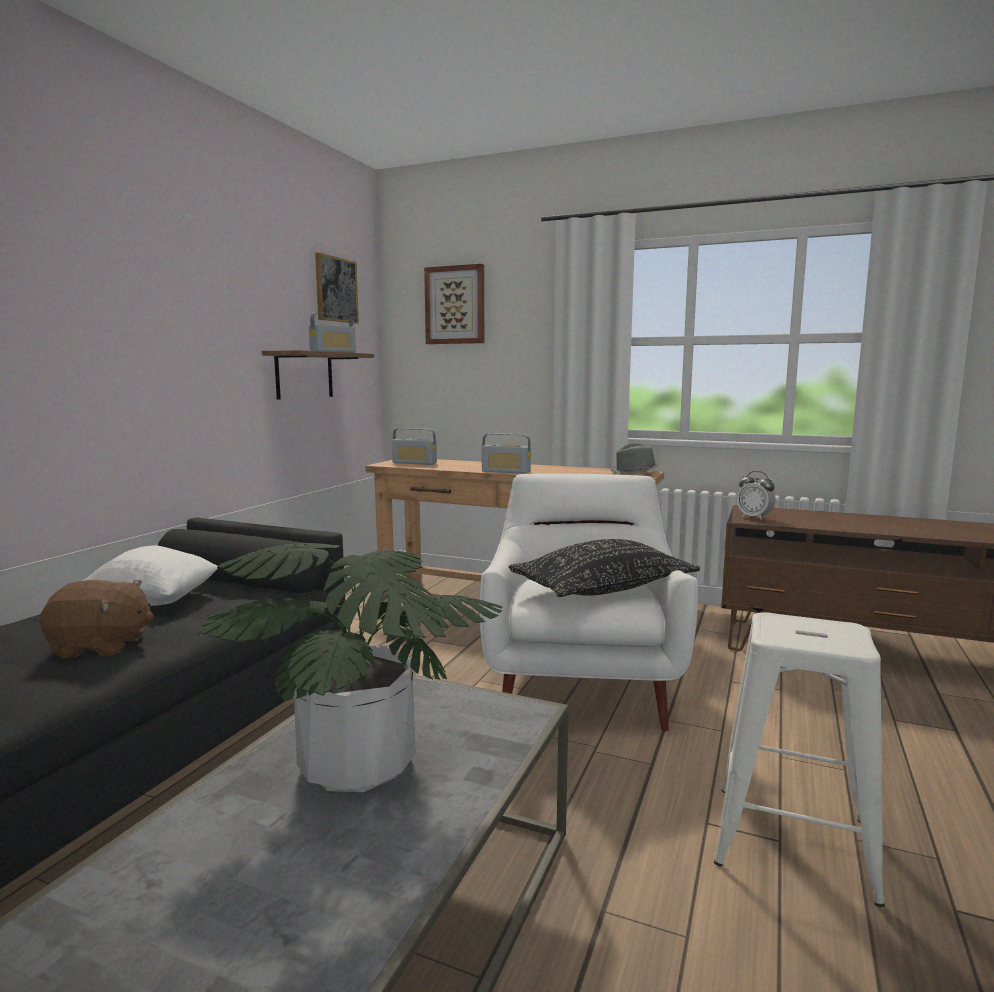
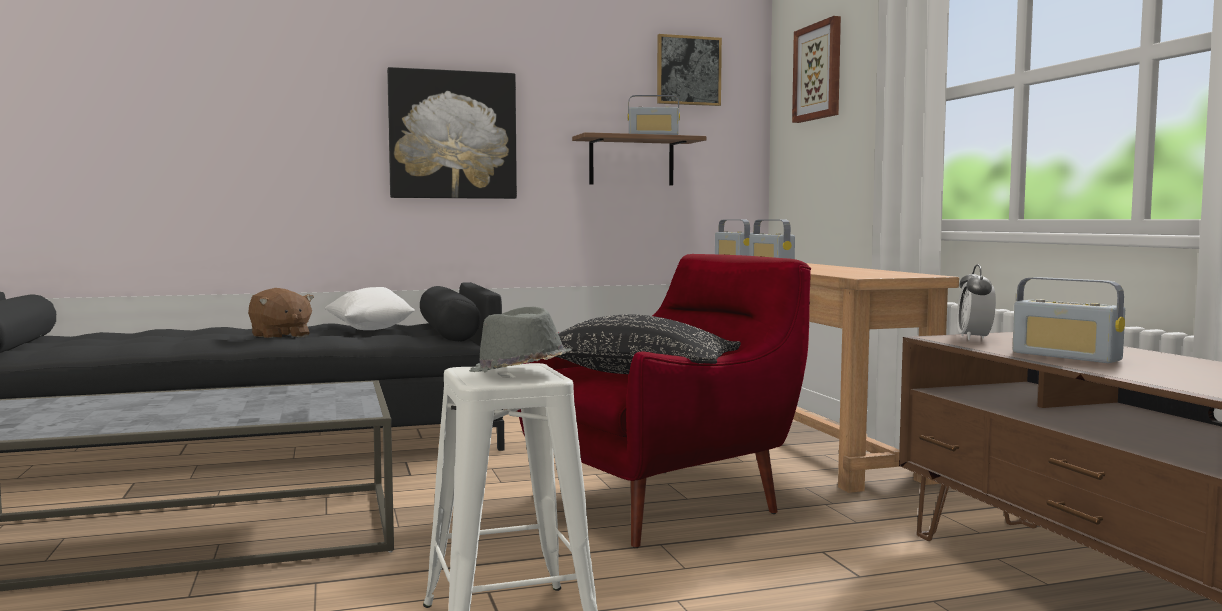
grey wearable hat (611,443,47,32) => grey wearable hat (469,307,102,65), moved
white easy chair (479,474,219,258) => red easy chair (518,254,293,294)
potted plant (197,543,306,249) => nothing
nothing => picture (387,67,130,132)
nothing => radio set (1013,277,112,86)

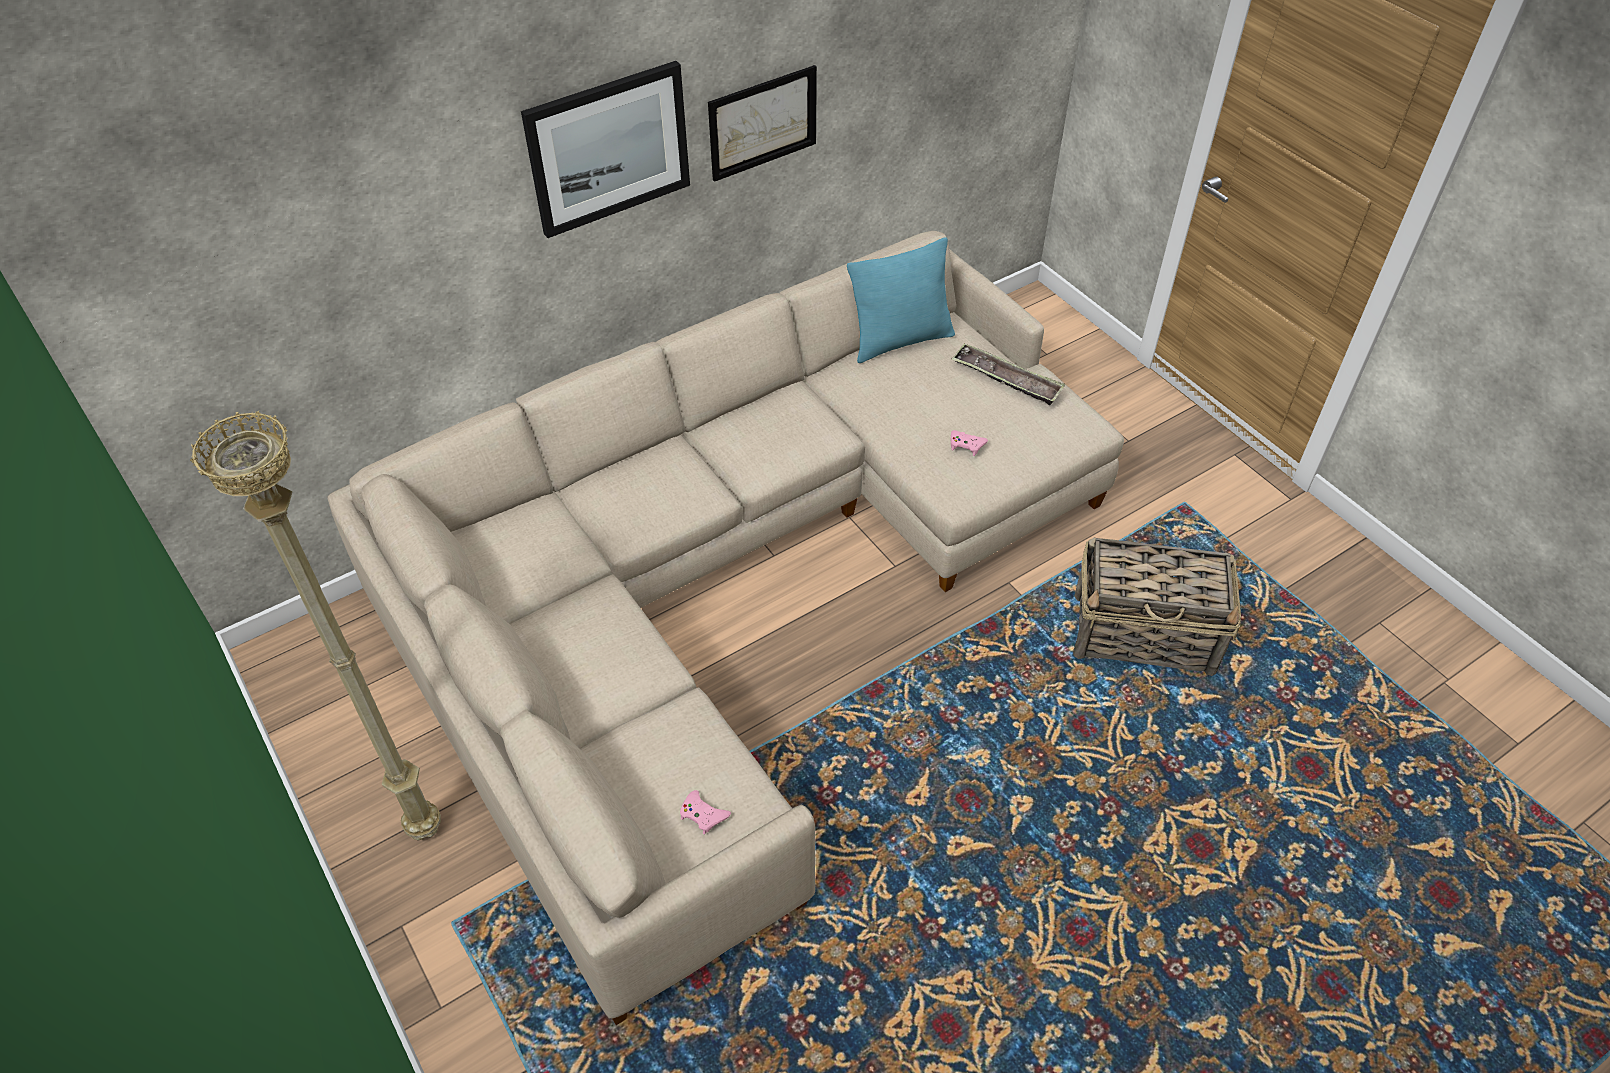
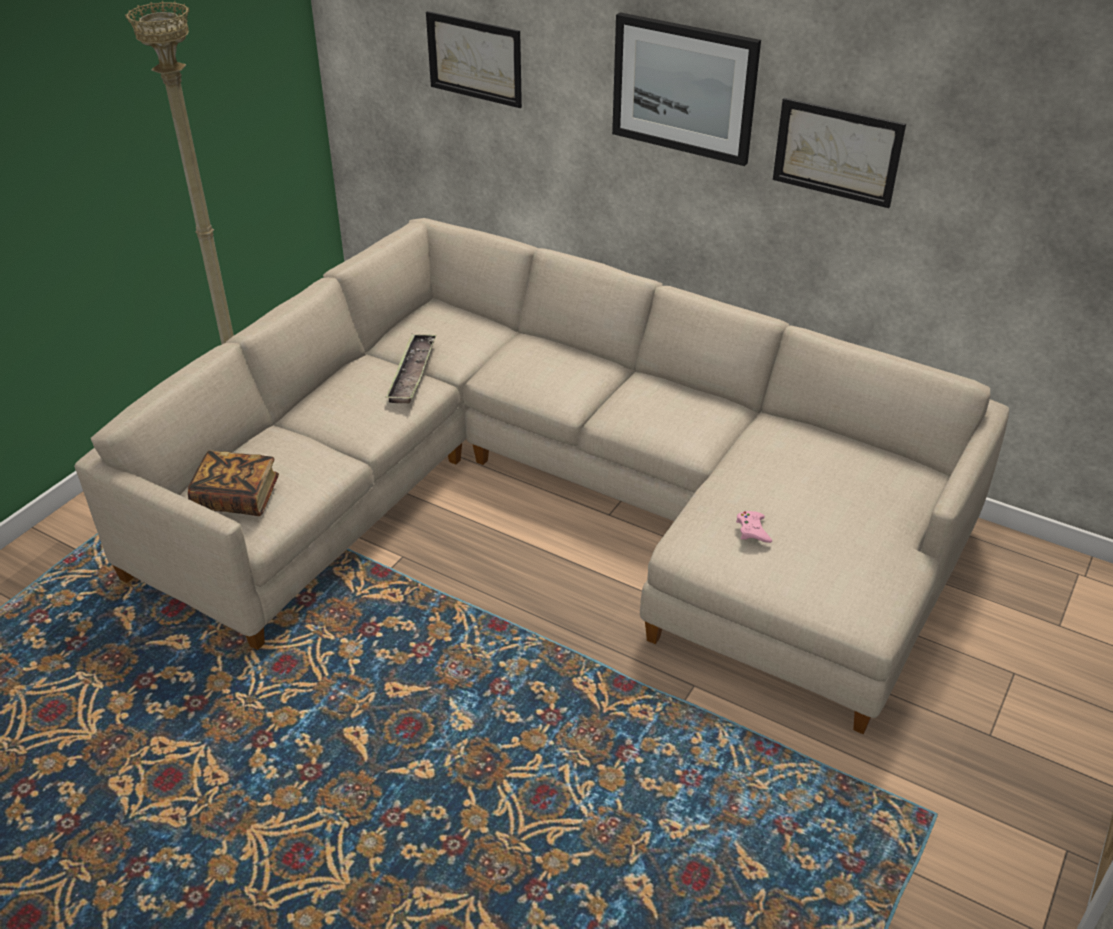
turquoise cushion (847,237,108,126) => nothing
carrying tray (951,343,114,62) => carrying tray (386,334,51,70), moved
basket (1073,538,168,138) => nothing
pink-coloured joypad (680,790,51,44) => volume (188,450,91,66)
nothing => picture (426,11,96,97)

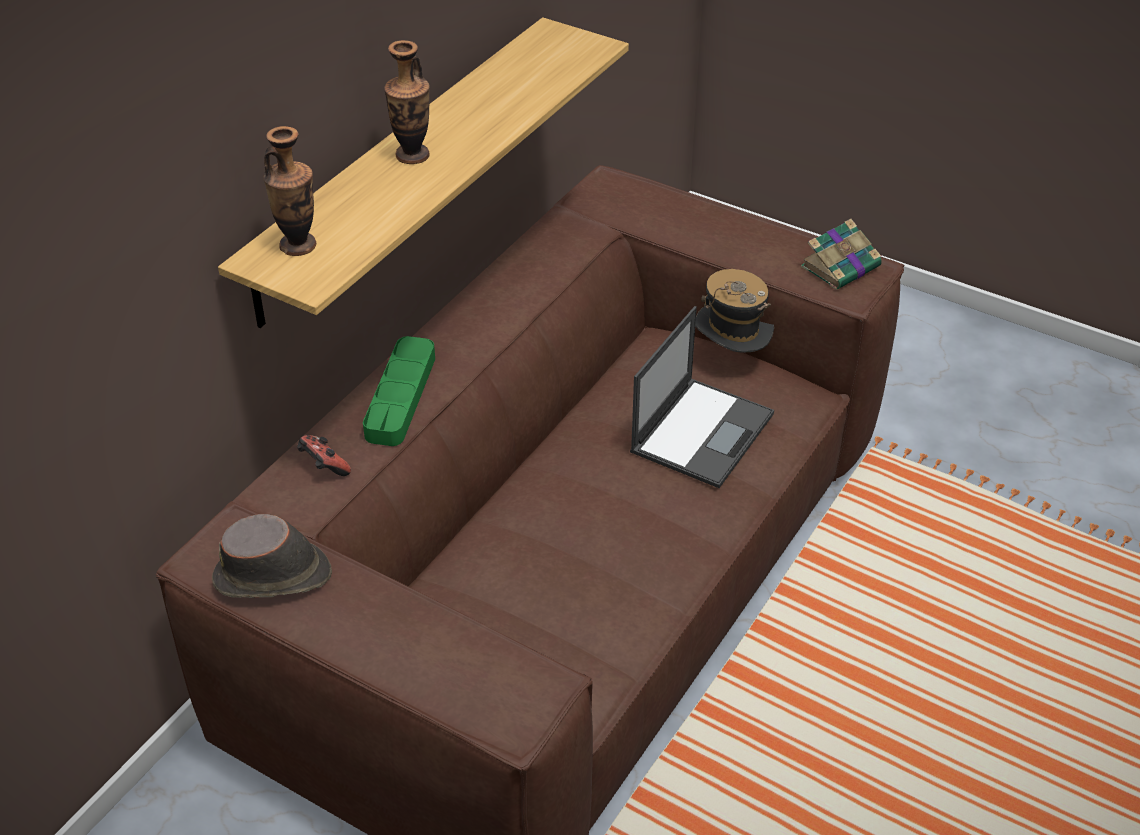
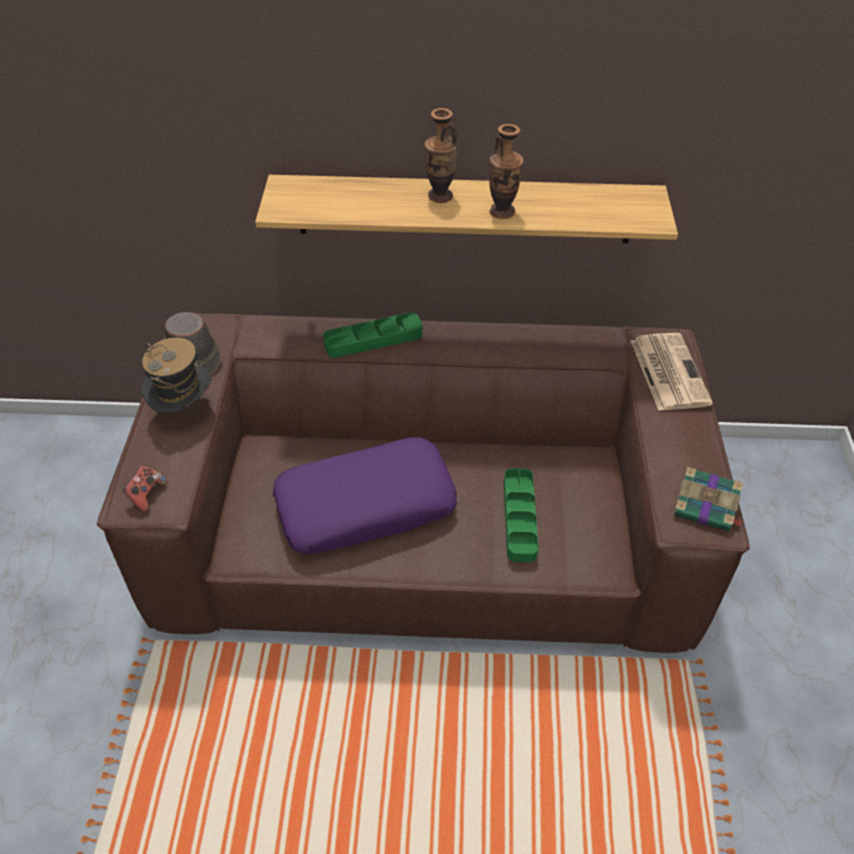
flower vase (263,126,53,130) => flower vase (489,124,35,95), moved
wearable hat (695,269,79,83) => wearable hat (142,337,70,76), moved
laptop (630,306,144,182) => green-coloured carrying tray (504,468,35,94)
joypad (297,435,54,41) => joypad (123,466,44,47), moved
nothing => printed paper (631,333,82,78)
nothing => purple-coloured cushion (273,437,184,117)

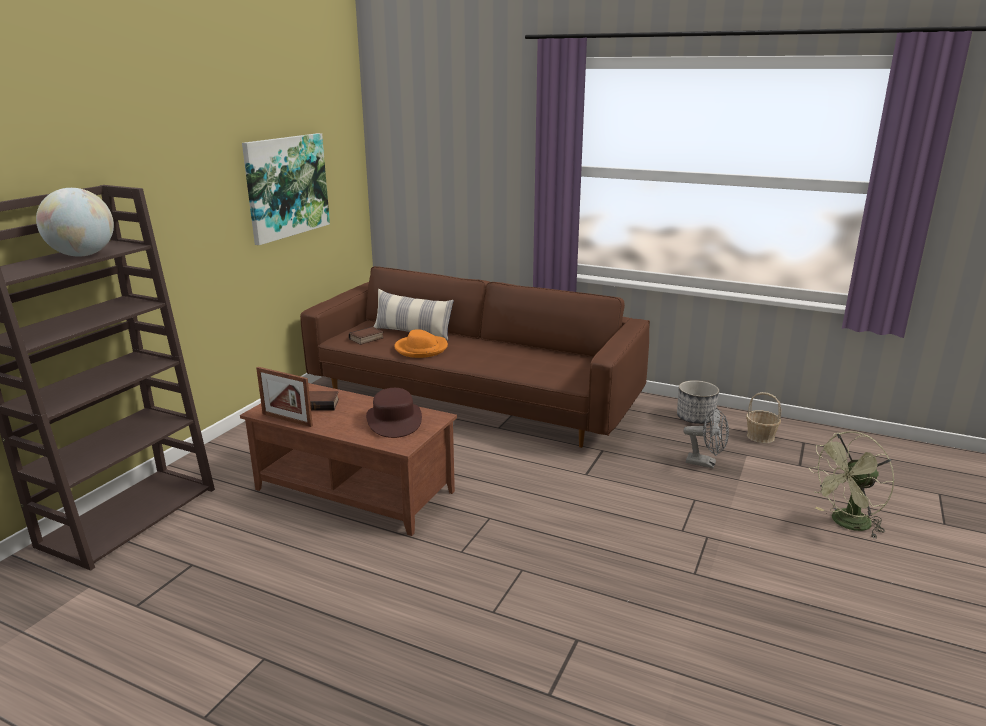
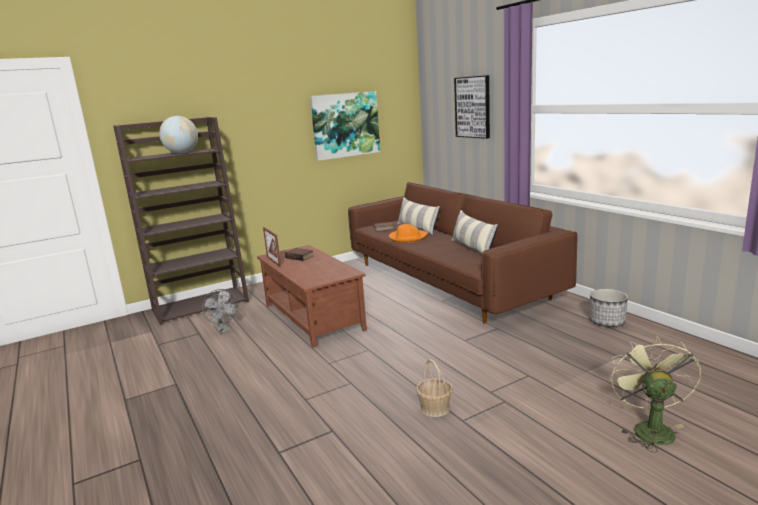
brown wearable hat (366,388,56,50) => nothing
basket (746,392,35,51) => basket (416,359,37,58), moved
grey electric fan (683,407,46,61) => grey electric fan (202,289,36,45), moved
green-coloured electric fan (809,431,85,108) => green-coloured electric fan (609,335,92,118), 90 degrees clockwise
nothing => picture (454,75,36,64)
nothing => cushion (452,210,46,44)

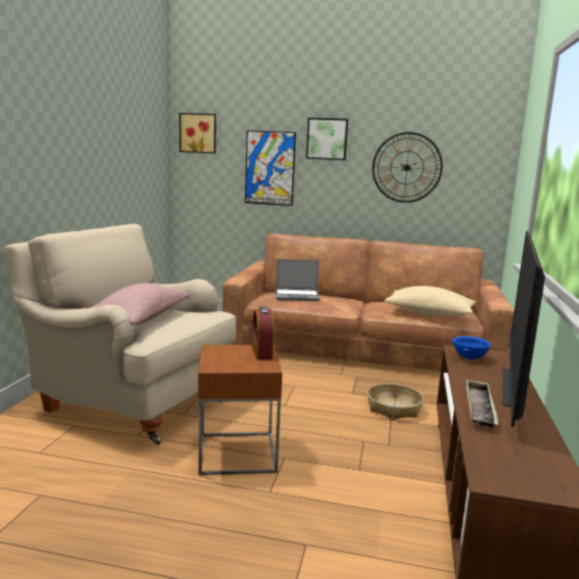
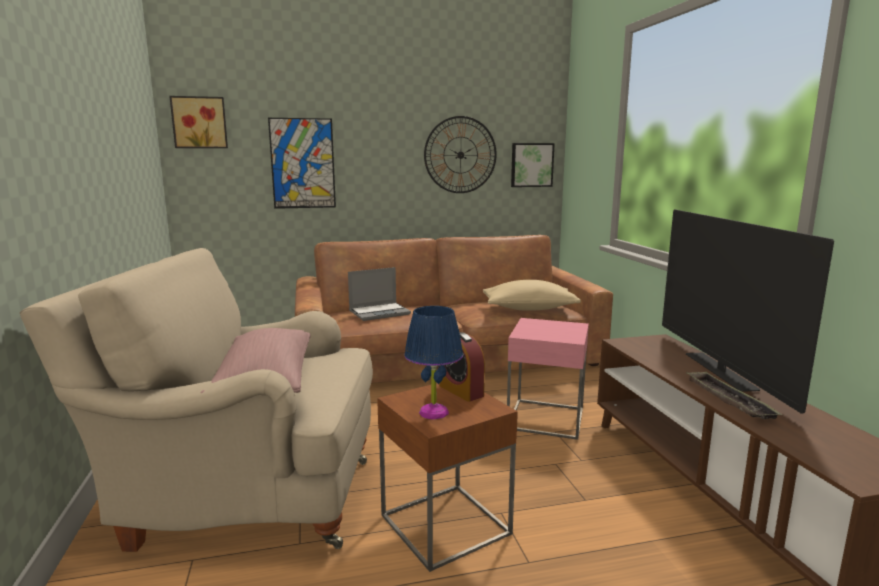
picture (306,118,42,42) => picture (511,143,44,44), moved
blue-coloured bowl (453,336,38,23) => nothing
basket (367,383,57,37) => pink-coloured side table (507,318,82,122)
nothing => blue-coloured tabletop lamp (404,306,59,114)

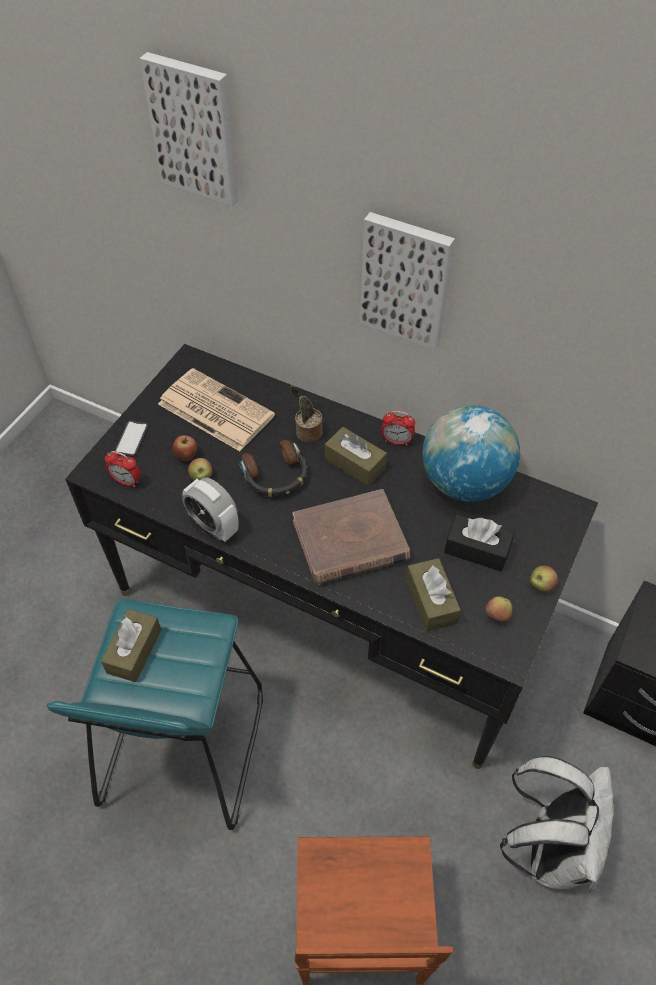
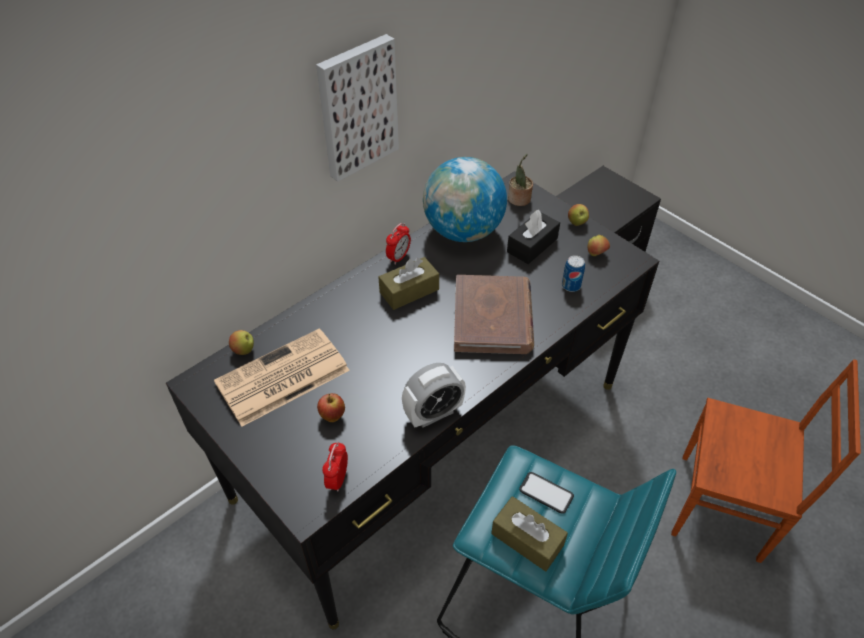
picture (139,52,100,154) => nothing
potted plant (290,386,32,57) => potted plant (508,154,25,52), moved
handset (114,420,35,37) => handset (519,472,55,42), moved
headphones (238,440,70,57) => nothing
table clock (105,451,36,36) => table clock (322,442,26,49), 150 degrees clockwise
apple fruit (188,458,24,23) => apple fruit (229,330,25,25), moved
brown box of tissues (406,558,55,73) => metal can (562,255,23,37)
white rucksack (500,756,113,137) => nothing

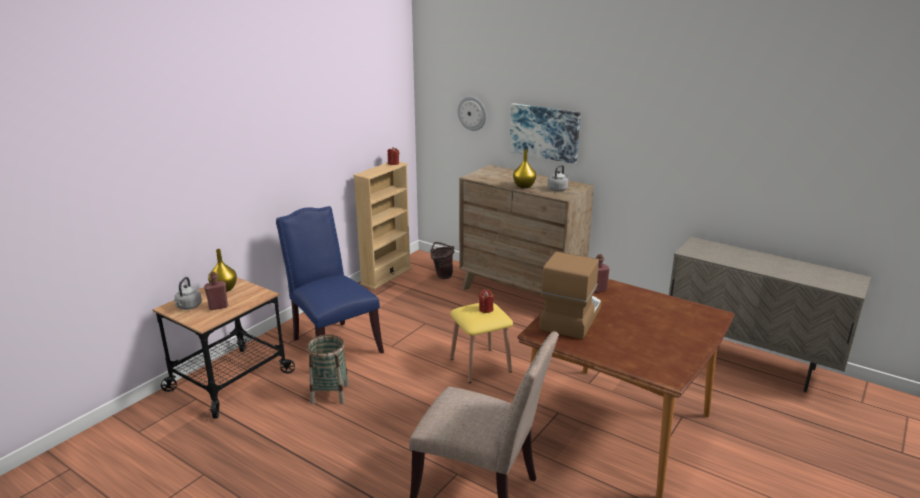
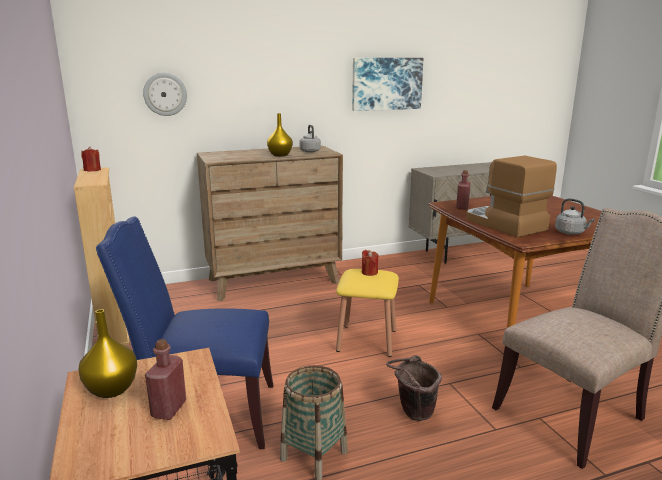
picture (510,103,70,61) => picture (352,58,72,53), moved
brown bucket (430,242,24,37) => brown bucket (386,355,56,66), moved
grey kettle (174,277,28,33) => grey kettle (555,198,40,37), moved

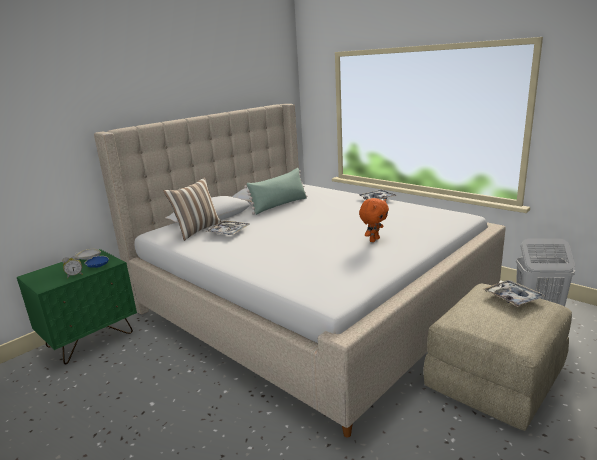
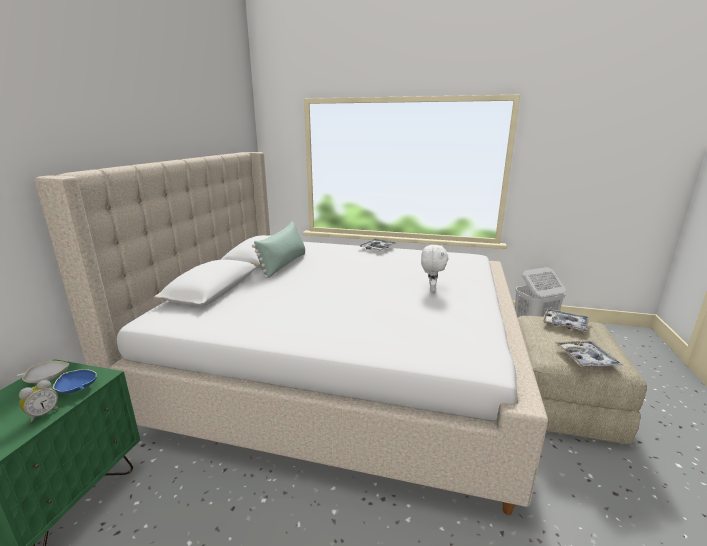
cushion (163,177,58,64) => nothing
orangey cuddly toy (359,198,30,44) => white cuddly toy (421,245,27,46)
carrying tray (206,220,44,15) => carrying tray (554,341,69,26), moved

